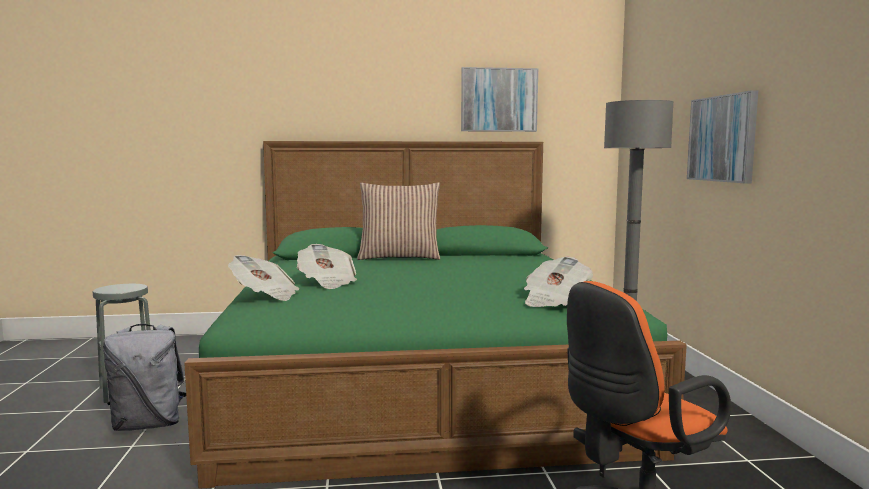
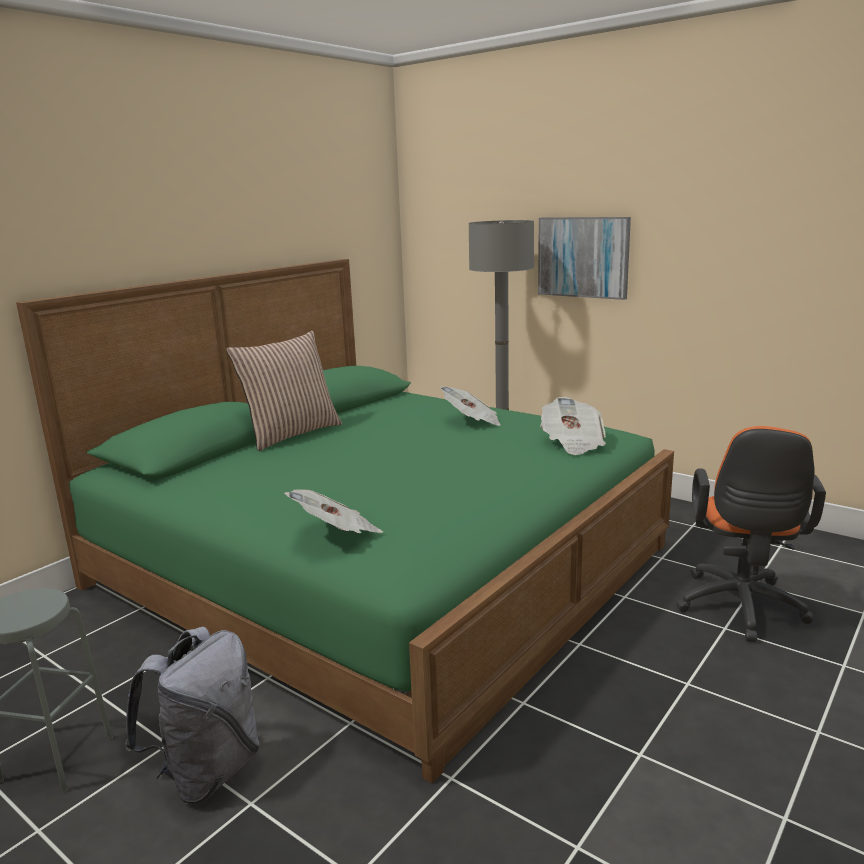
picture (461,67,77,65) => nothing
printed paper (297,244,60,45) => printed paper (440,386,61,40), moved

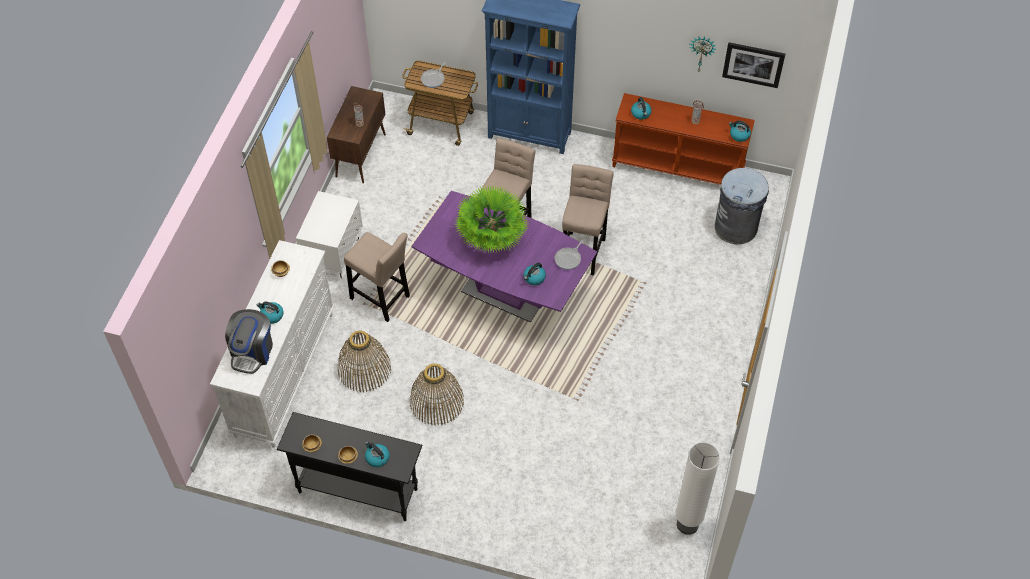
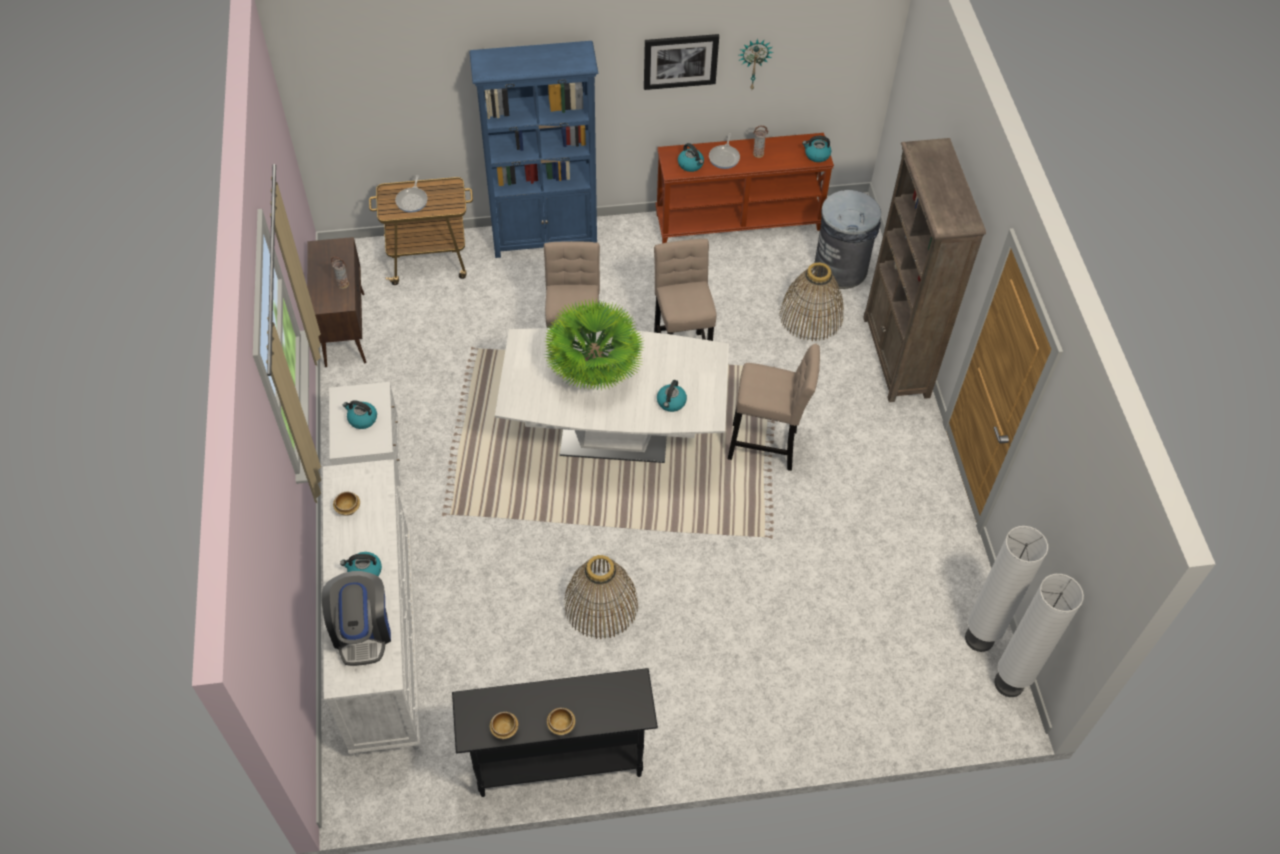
picture (722,42,63,46) => picture (644,34,75,56), moved
purple-coloured kitchen table (412,191,185,132) => white kitchen table (495,328,234,135)
sand-coloured sitting stool (344,232,66,90) => sand-coloured sitting stool (728,344,92,127), moved
pan (555,240,28,30) => pan (709,134,31,35), moved
basket (337,331,54,62) => basket (779,262,65,79), moved
kettle (365,441,25,26) => kettle (343,400,34,29), moved
nothing => brown bookshelf (863,138,123,264)
nothing => white standing lamp (994,574,90,123)

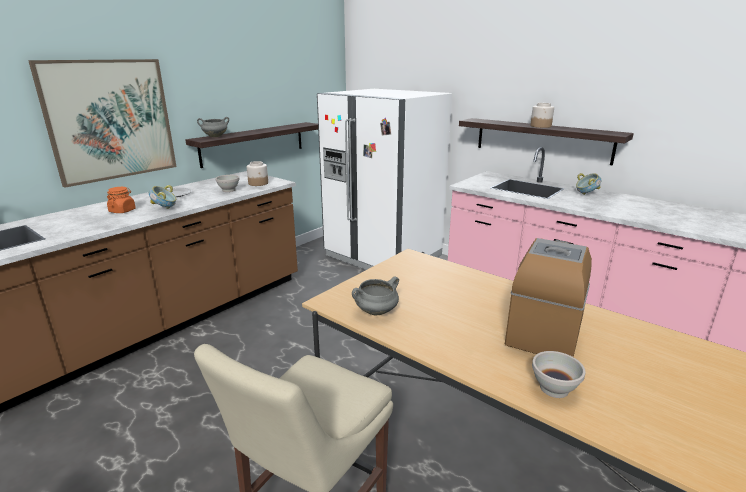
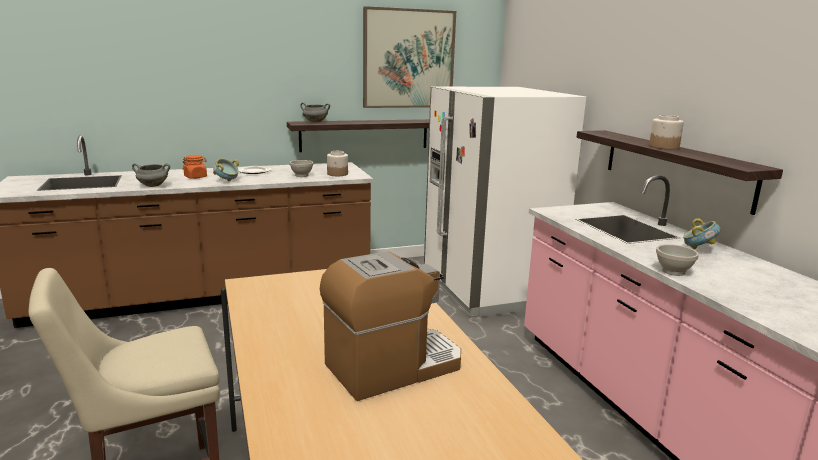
picture (28,59,149,129) => picture (363,6,93,102), moved
grey cooking pot (352,276,47,39) => grey cooking pot (132,163,38,24), moved
white bowl (532,351,54,47) => white bowl (656,244,43,32), moved

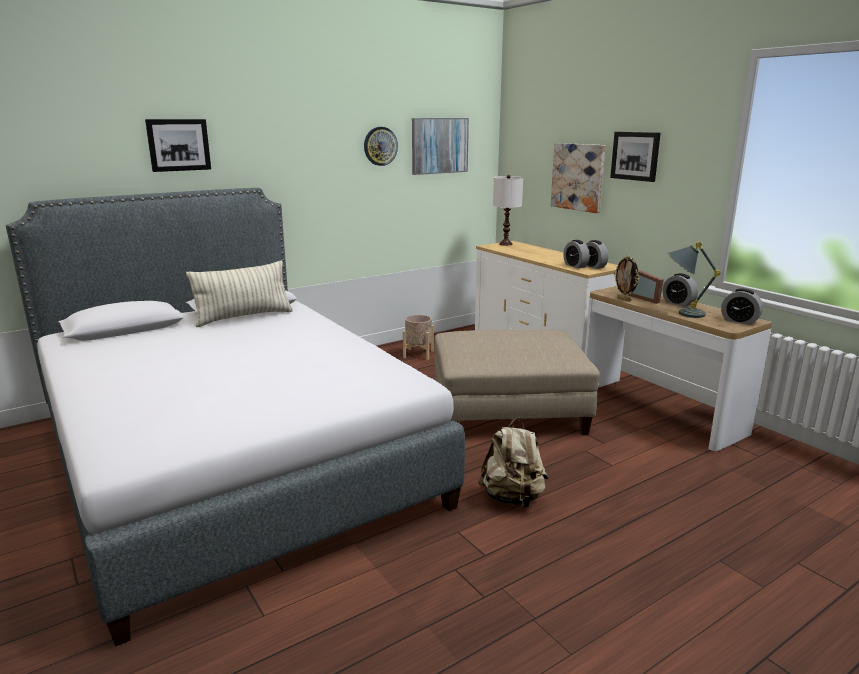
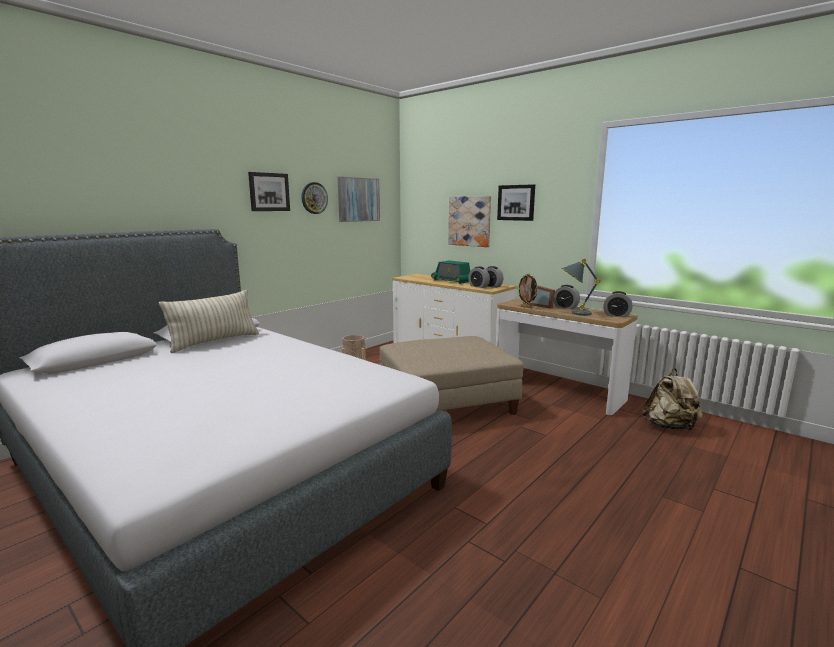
picture (145,119,66,53) => picture (248,172,42,39), moved
white tabletop lamp (493,175,30,71) => nothing
sand-coloured rucksack (478,417,70,91) => sand-coloured rucksack (642,368,61,62), moved
nothing => radio set (431,260,39,24)

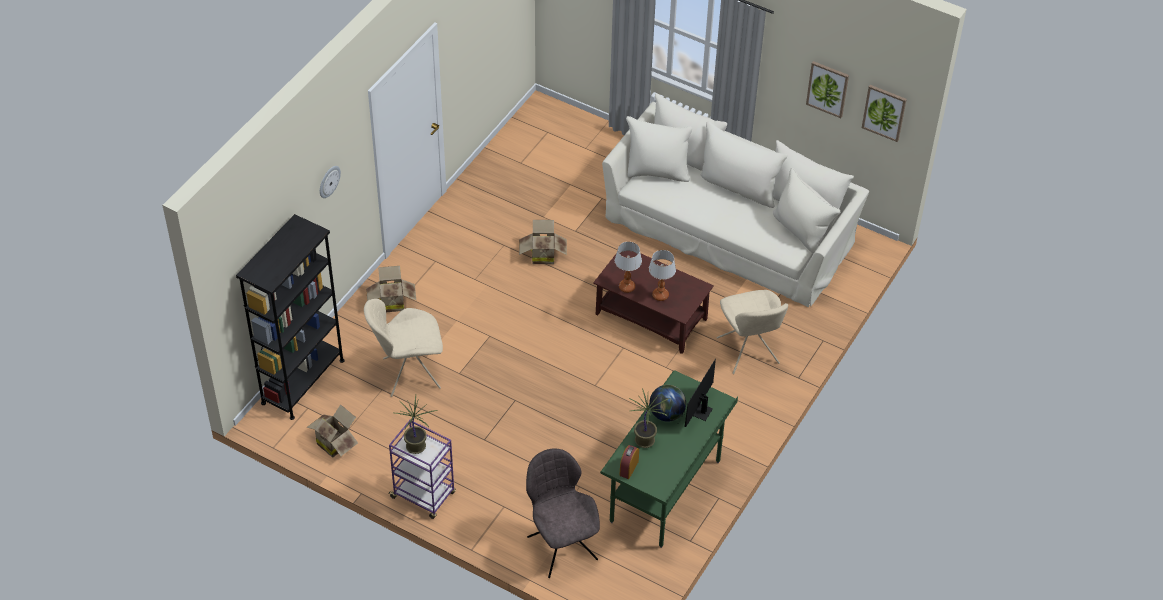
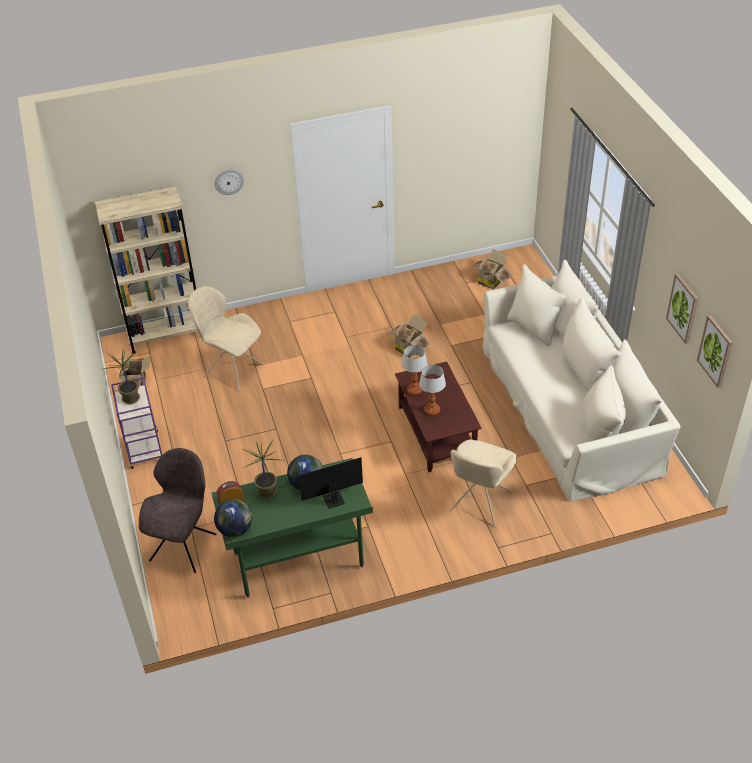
black-coloured bookshelf (236,214,108,206) => sand-coloured bookshelf (95,186,102,168)
packing box (366,266,50,46) => packing box (469,249,43,41), moved
nothing => world globe (214,499,38,38)

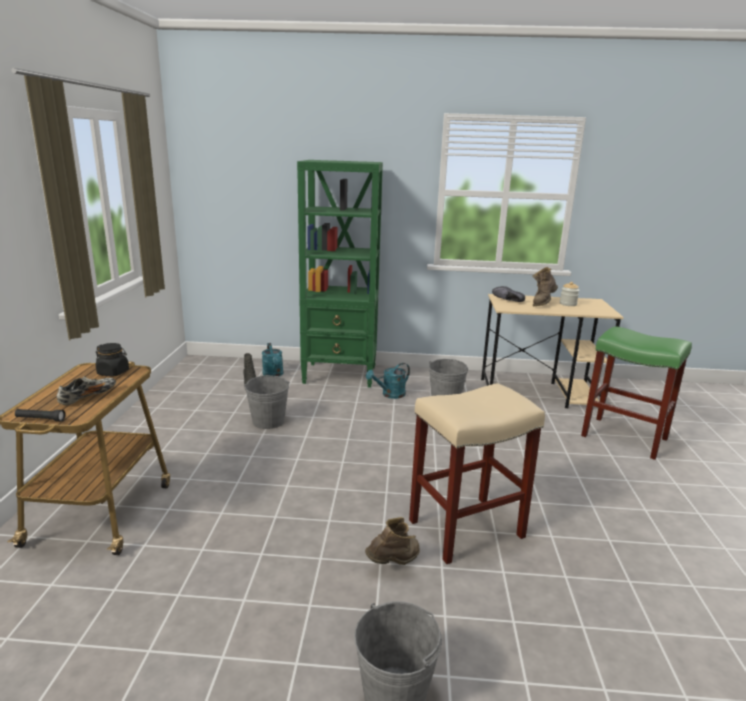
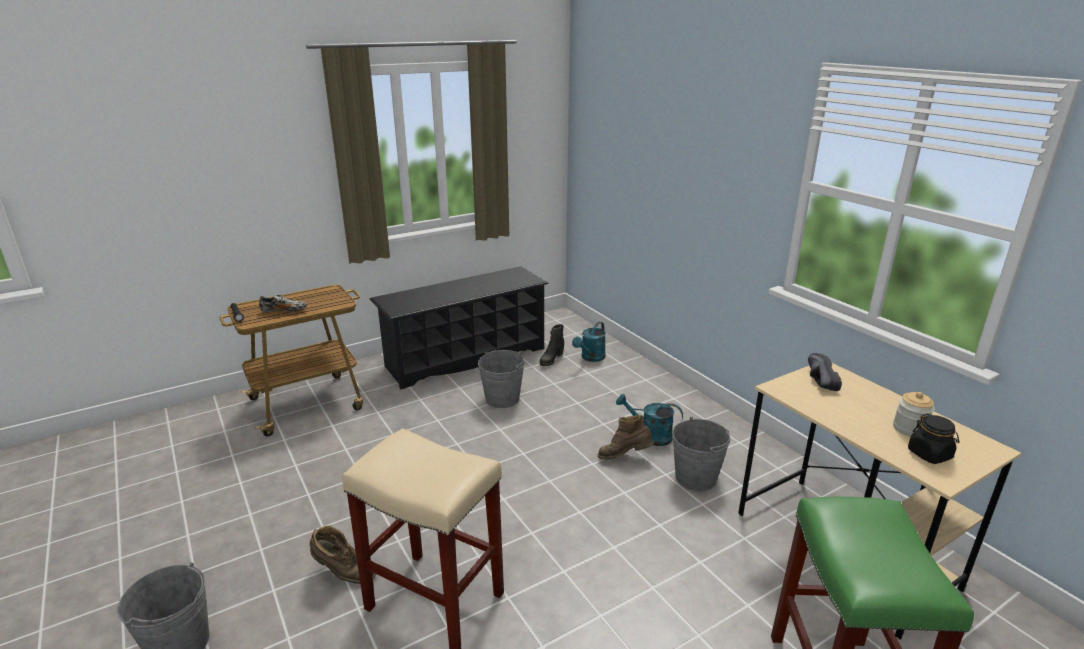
green-coloured bookshelf (297,160,86,228) => nothing
brown tall boot (532,267,26,39) => brown tall boot (597,414,57,46), moved
black-coloured storage jar (96,343,33,33) => black-coloured storage jar (908,414,51,50), moved
nothing => black-coloured shoe rack (370,266,179,124)

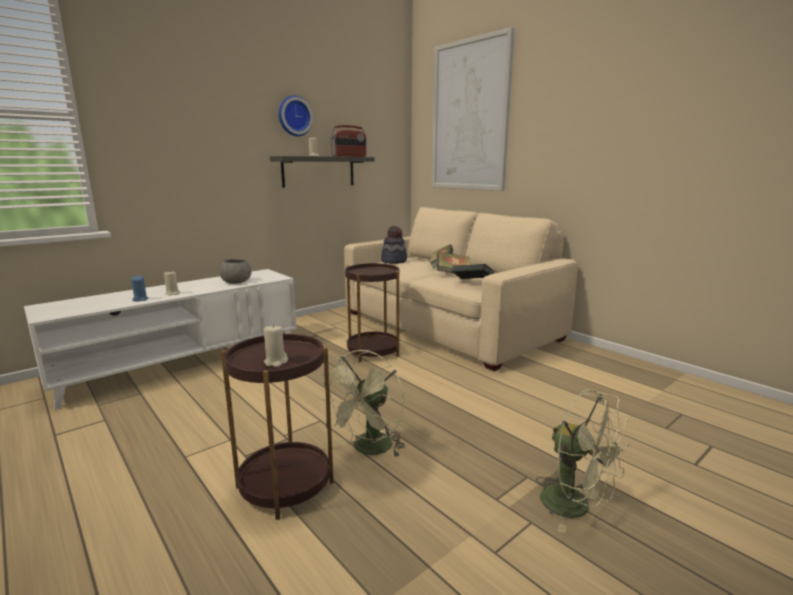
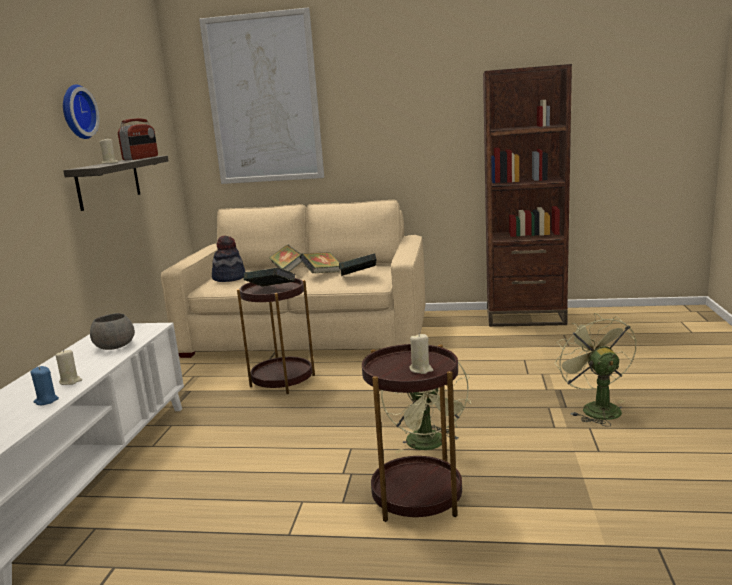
green-coloured electric fan (536,389,93,144) => green-coloured electric fan (555,313,81,113), 105 degrees counterclockwise
nothing => brown bookshelf (483,64,89,263)
nothing => volume (244,268,51,19)

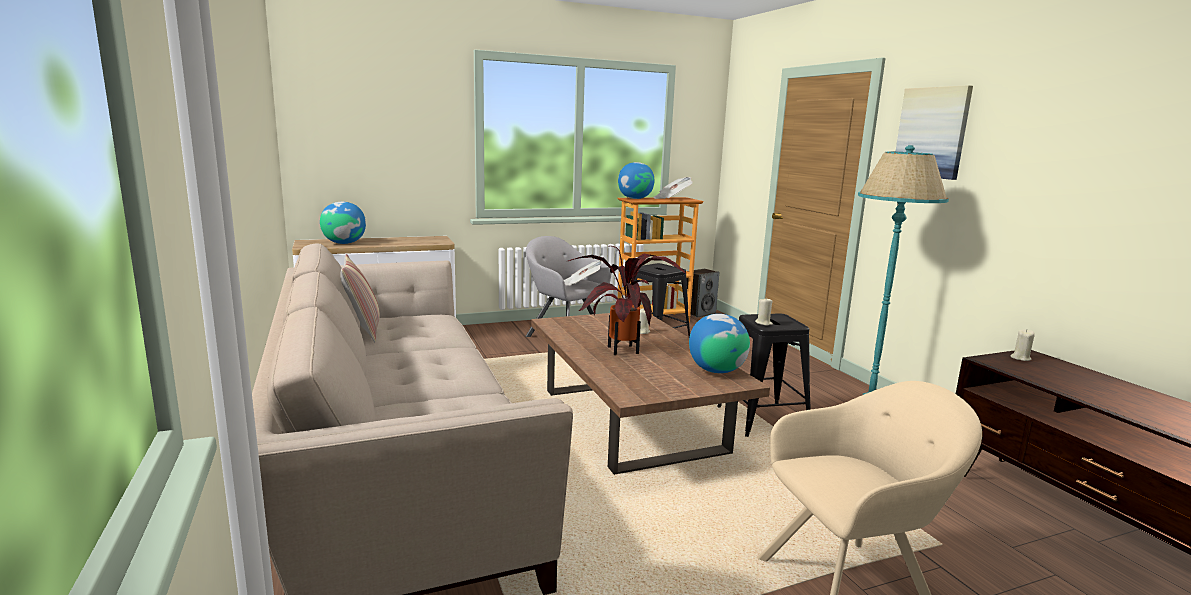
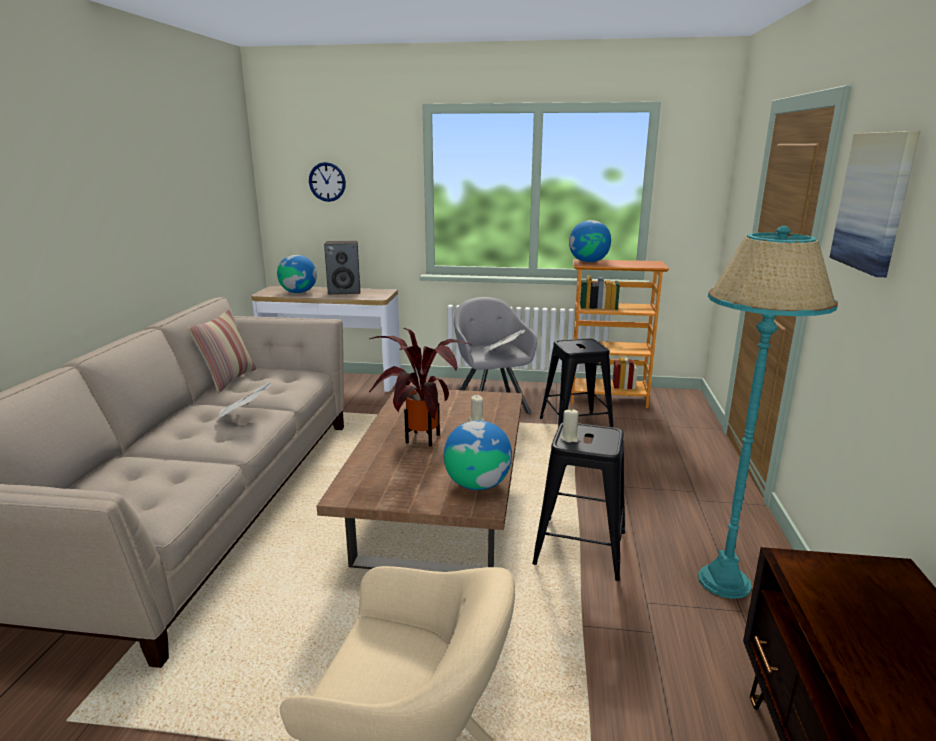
printed paper (653,177,40,22) => printed paper (216,382,56,38), moved
speaker (686,269,33,49) => speaker (324,241,36,54), moved
sand-coloured wax light (1011,330,24,31) => nothing
nothing => wall clock (309,162,37,40)

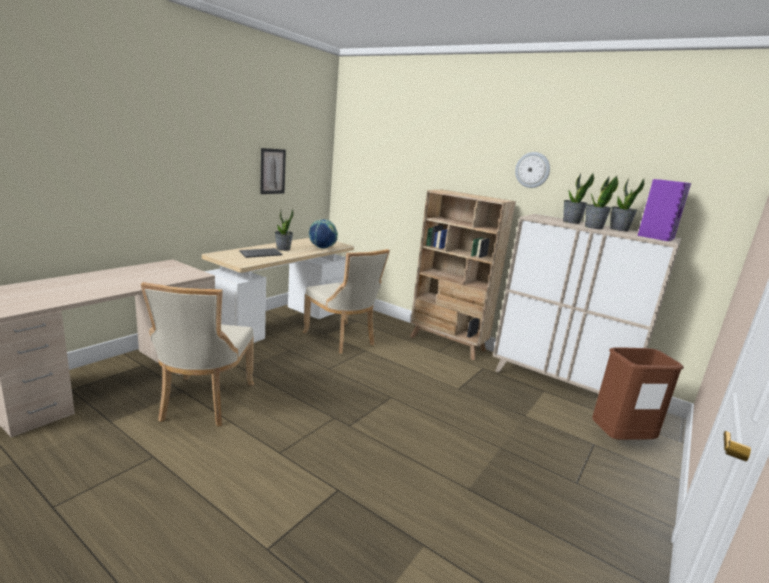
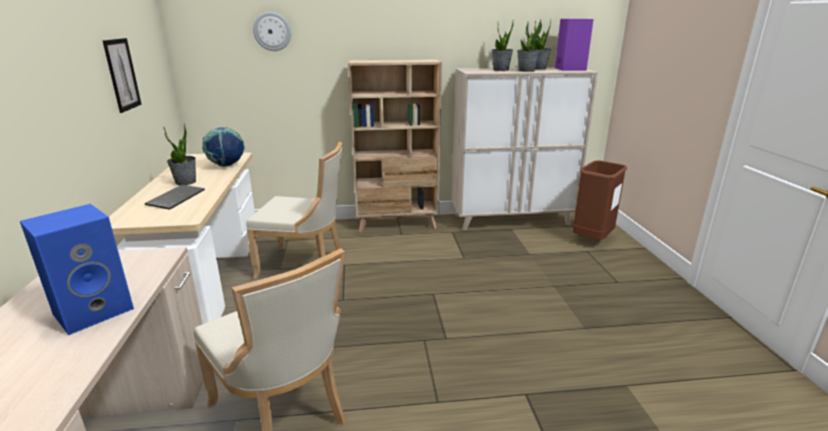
wall clock (515,152,35,36) => wall clock (253,12,38,39), moved
nothing => blue-coloured speaker (20,204,114,131)

